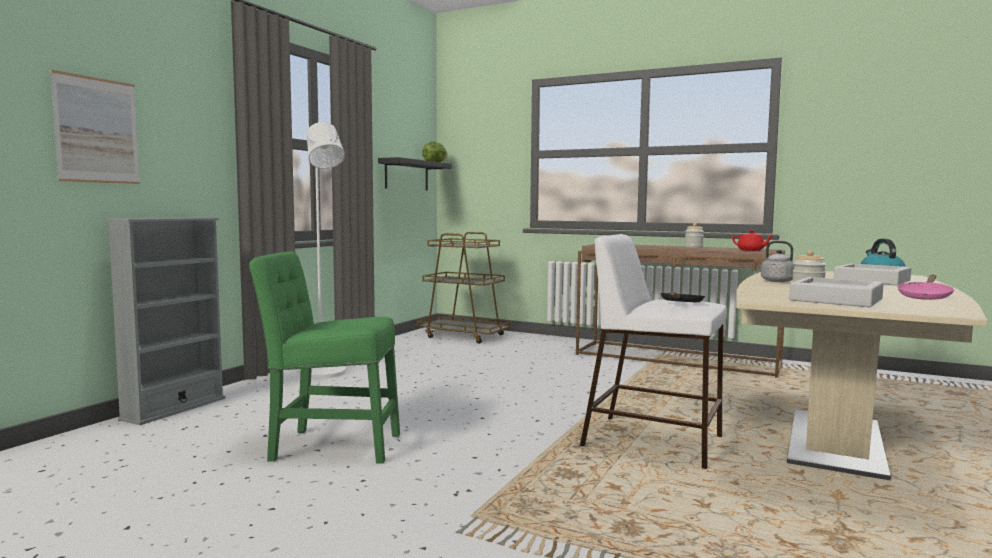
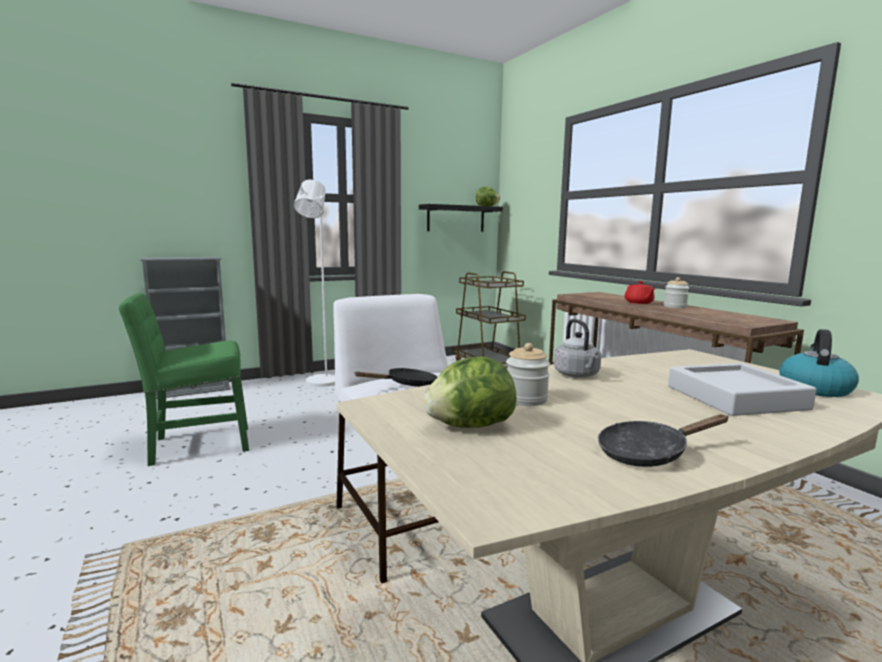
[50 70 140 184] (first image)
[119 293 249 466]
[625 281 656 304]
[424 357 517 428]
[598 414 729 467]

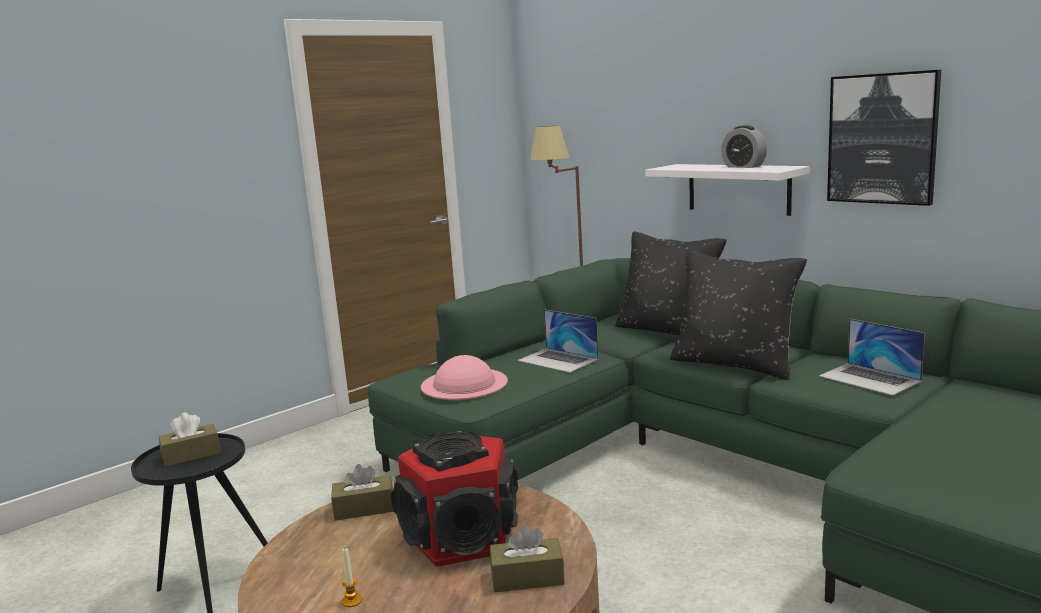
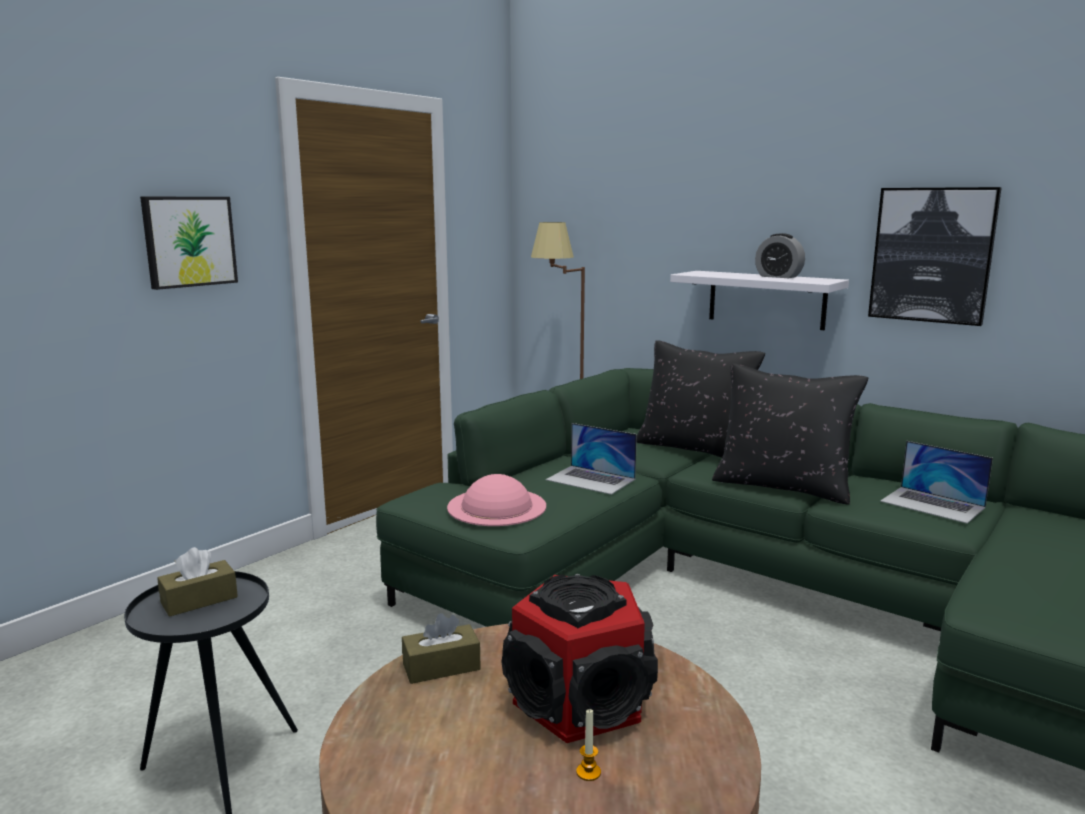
[576 708 601 781]
[490 526 565 592] (first image)
[140 197 238 290]

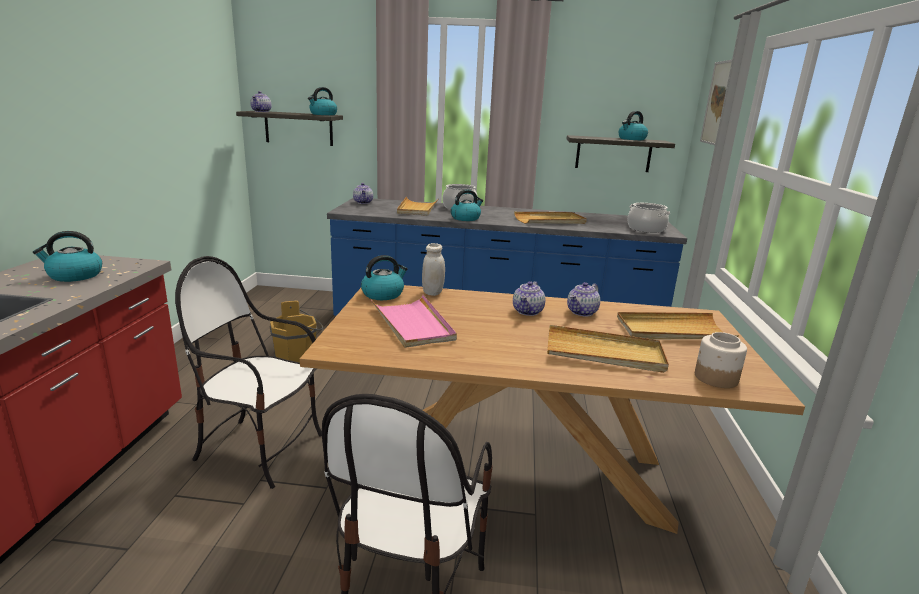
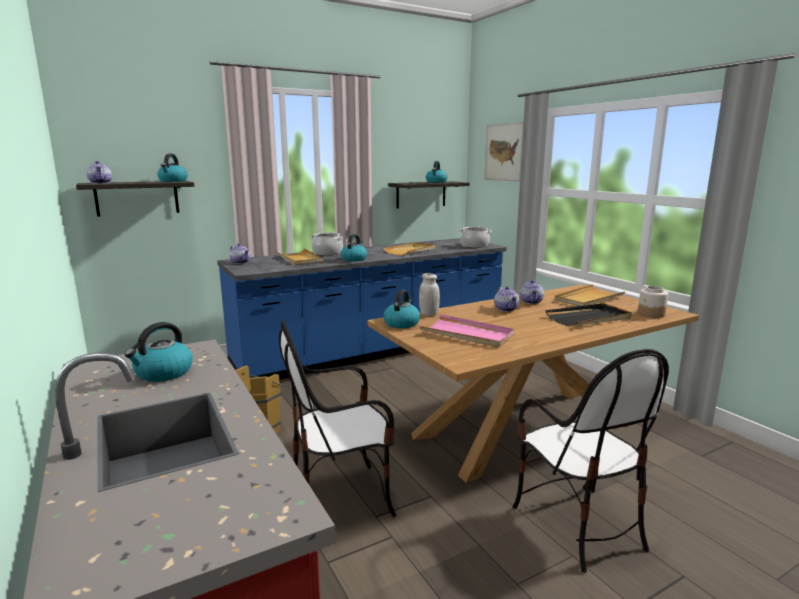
[545 303 632 326]

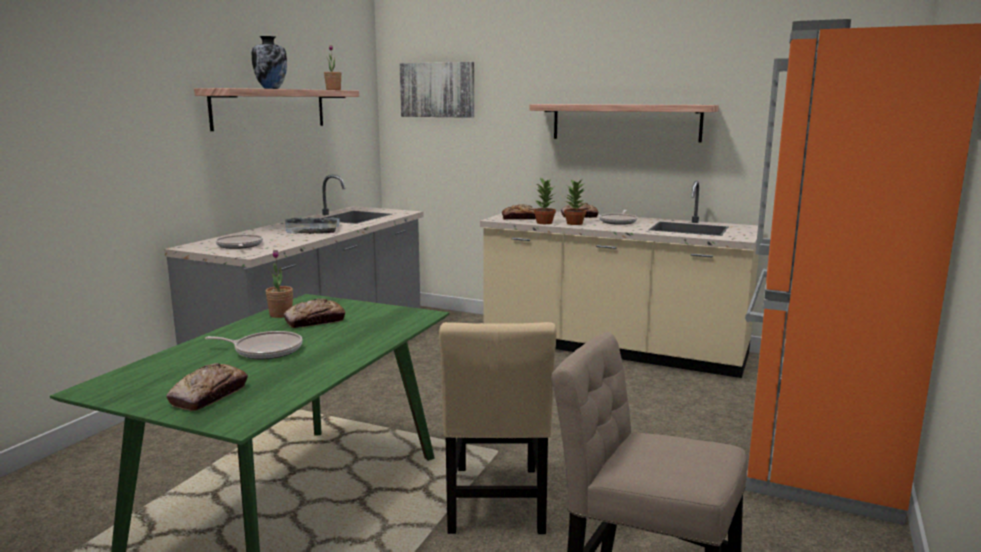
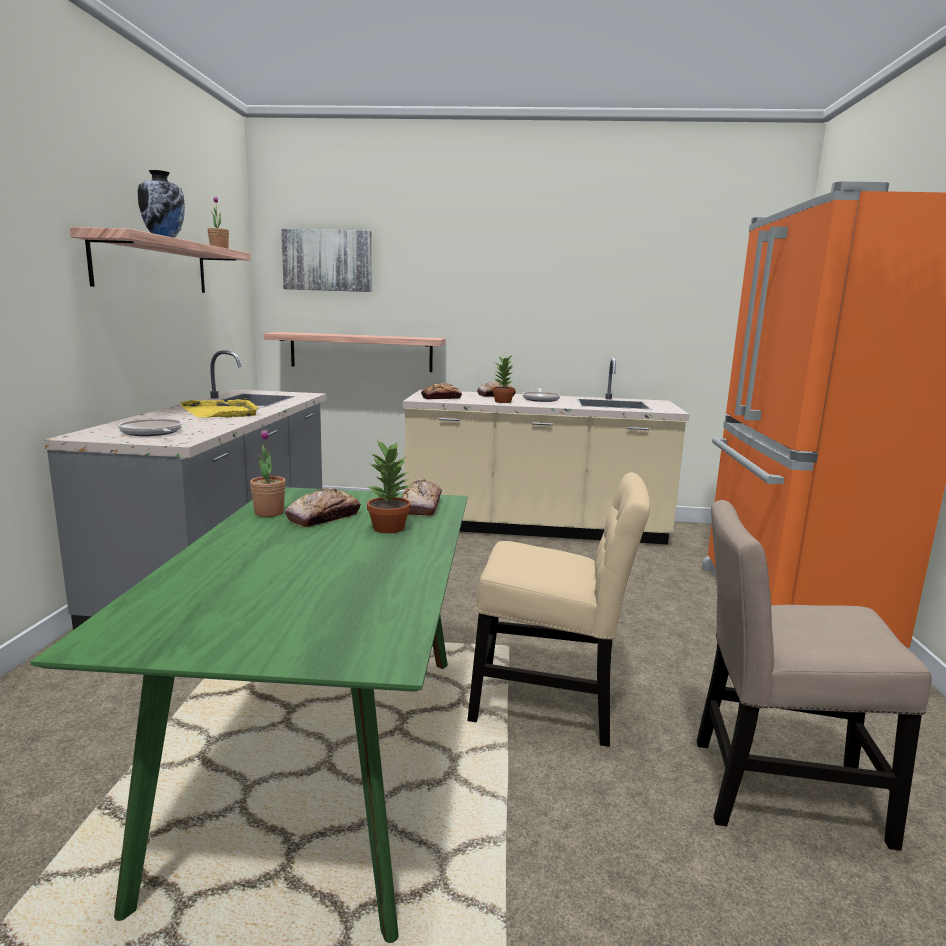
[402 479 442 516]
[205 331 303 359] (first image)
[180 398 260 418]
[467 472 650 747]
[264 332 446 372]
[367 440 411 533]

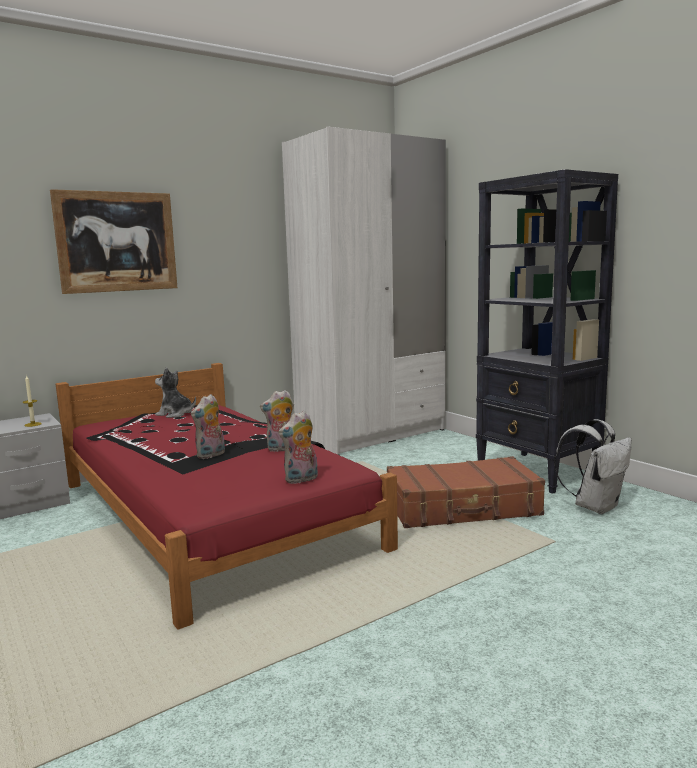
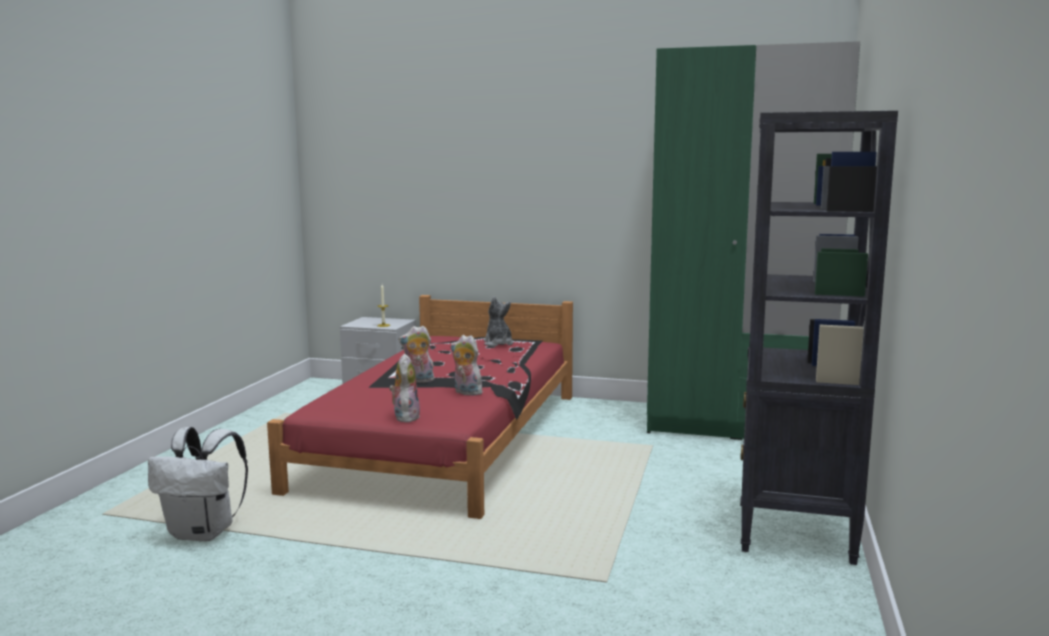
[50 189 177 294] (first image)
[389 354 420 422]
[647 41 860 440]
[387 456 545 528] (first image)
[148 427 248 541]

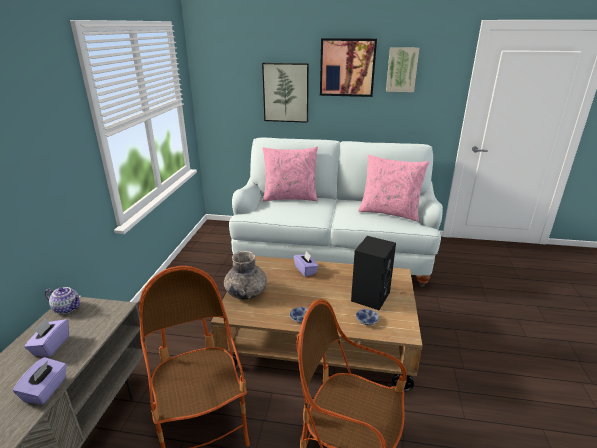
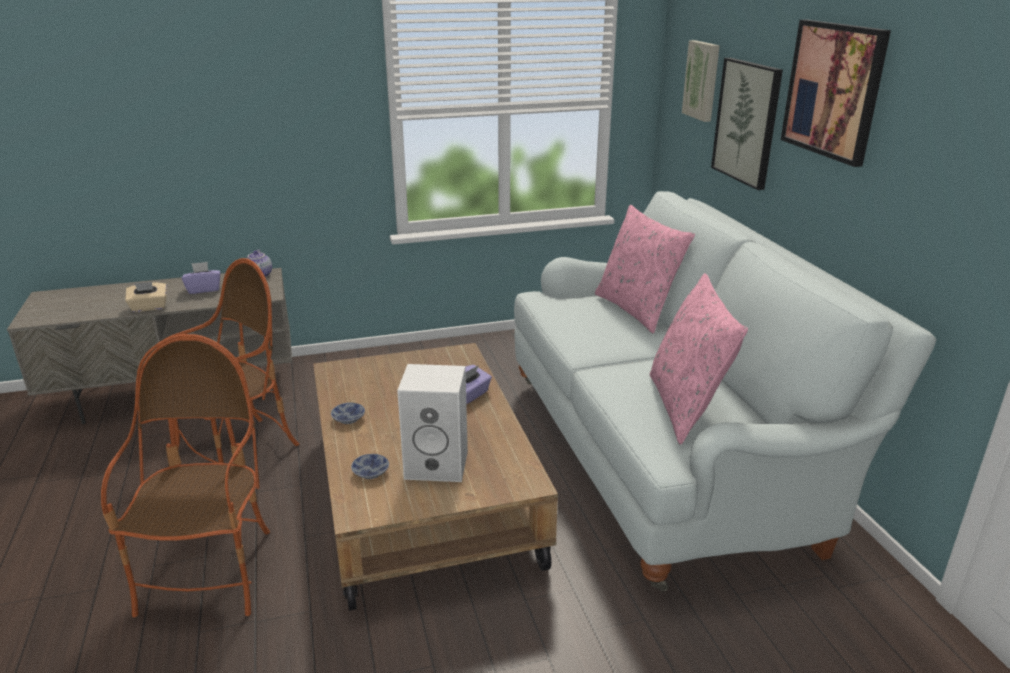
[125 282 167 312]
[224 251 267 300] (first image)
[397 364 468 482]
[682 40 720 122]

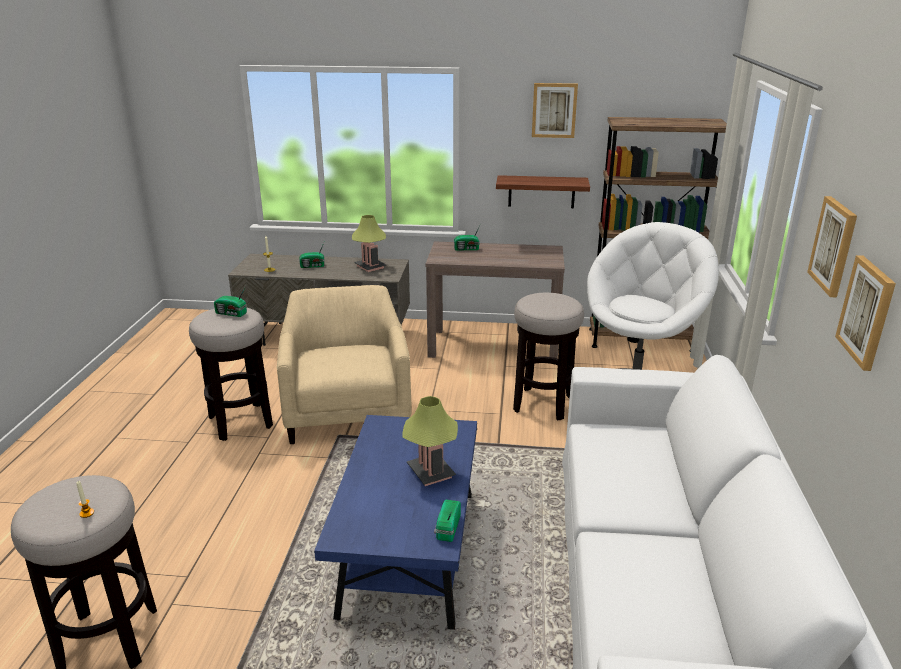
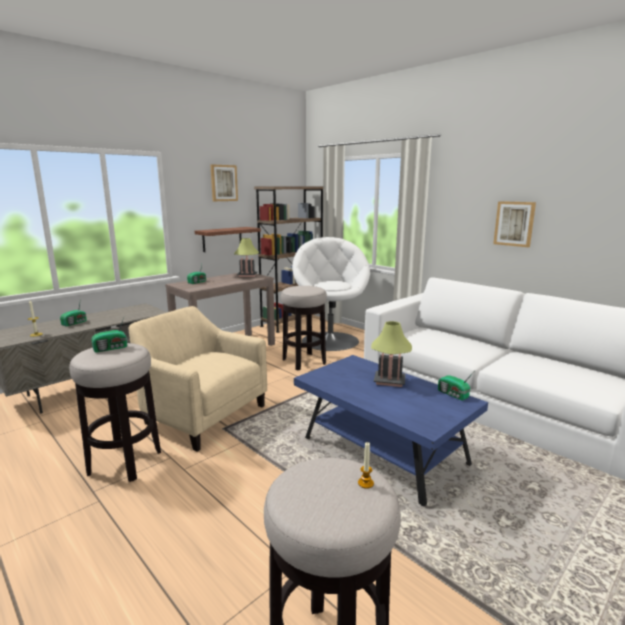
[234 238 259 277]
[807 196 857 297] (first image)

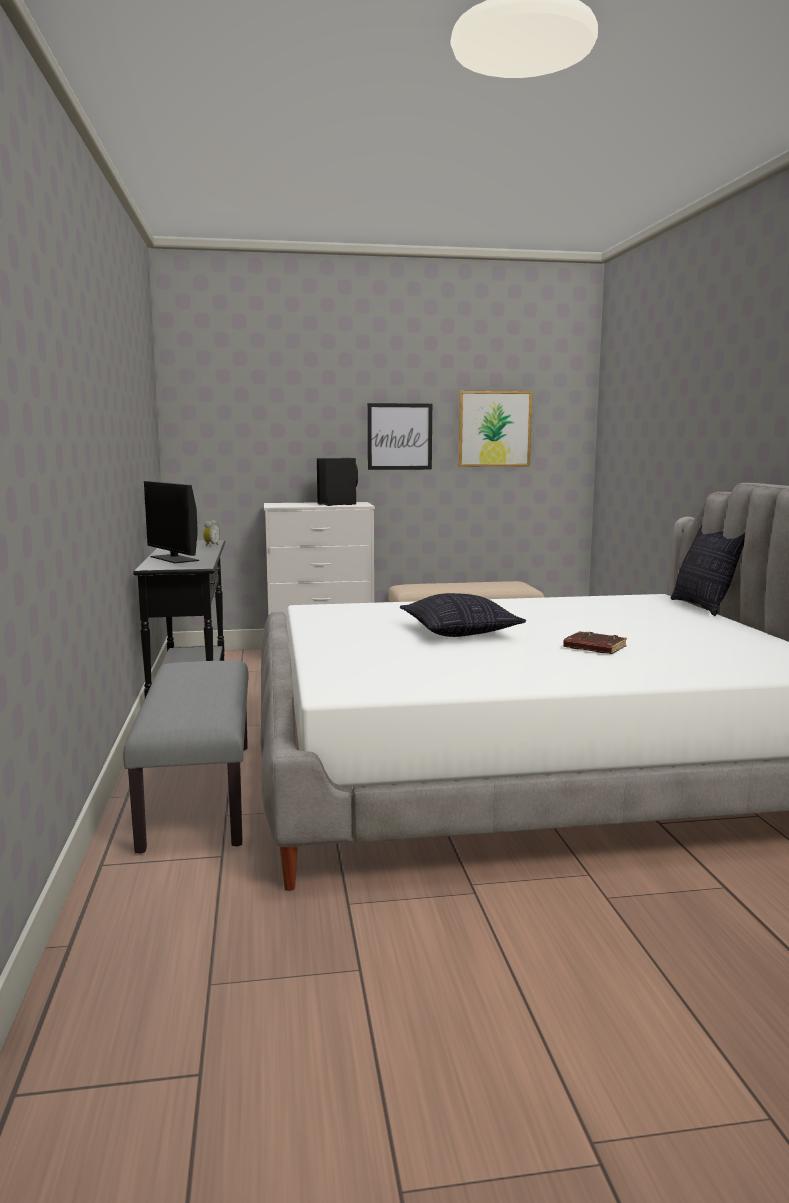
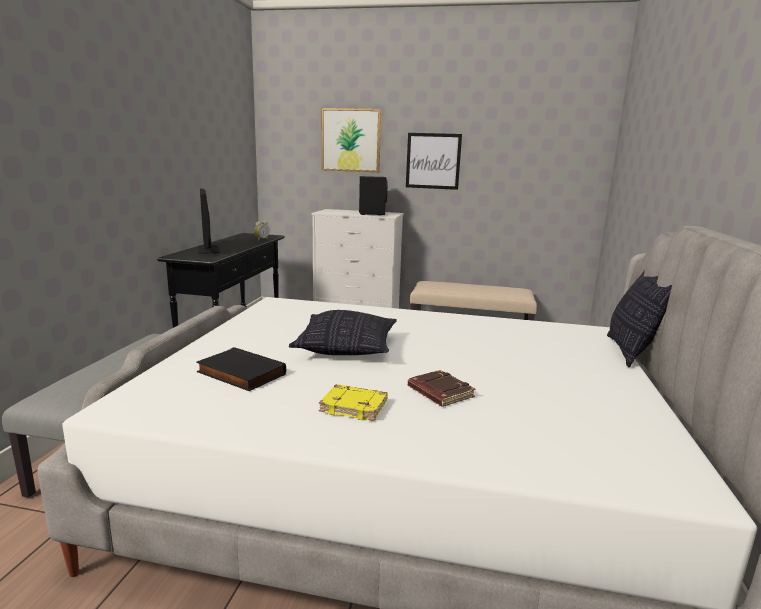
[322 108 381 172]
[196 347 286 391]
[319 384 388 421]

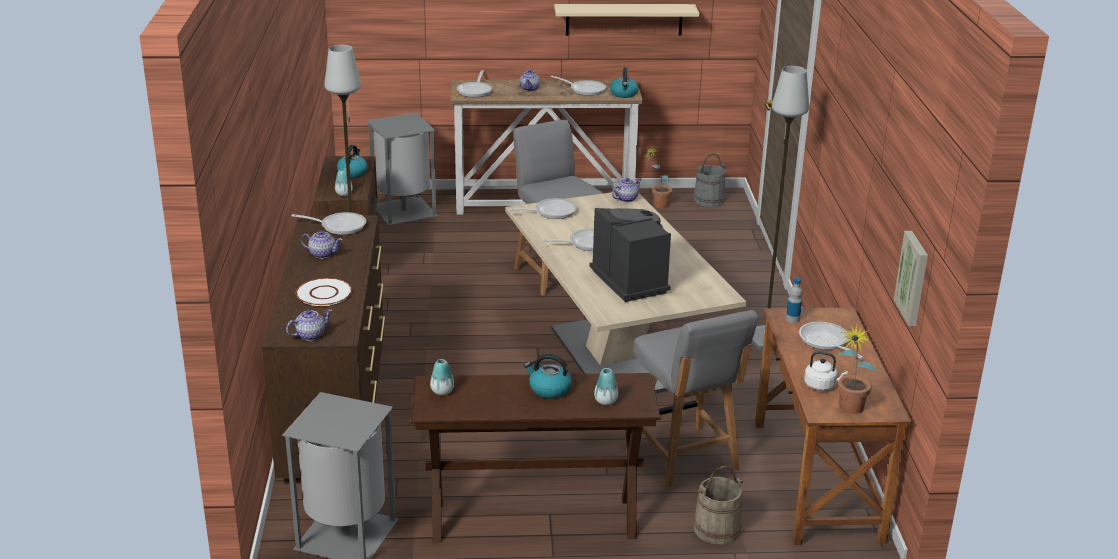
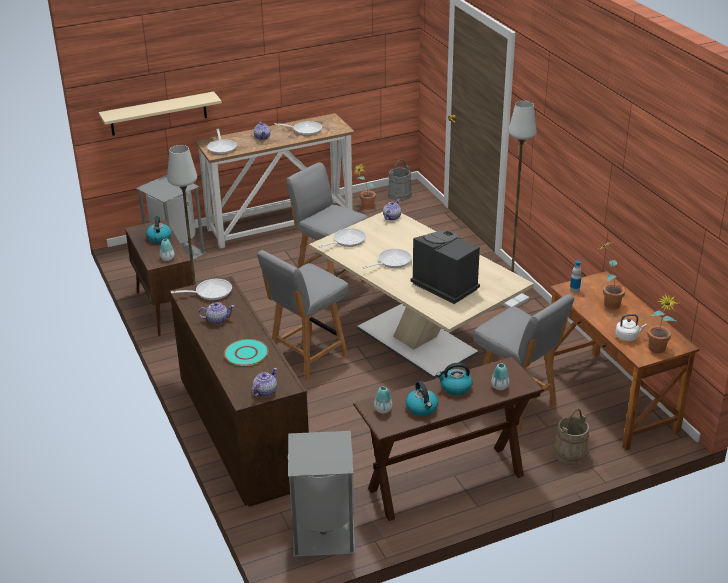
[224 339 269 366]
[99 92 222 136]
[406 381 438 416]
[600 242 625 309]
[894 231 928 326] (first image)
[257 250 349 380]

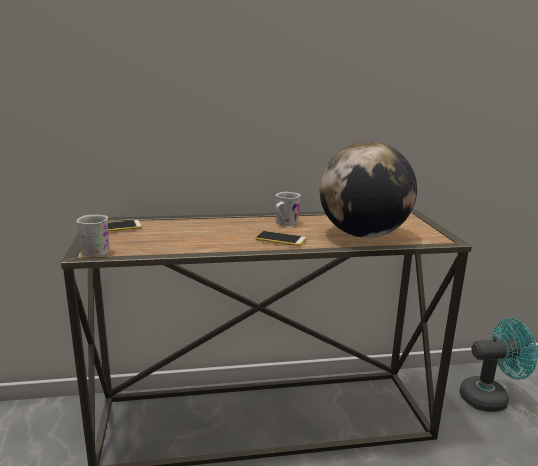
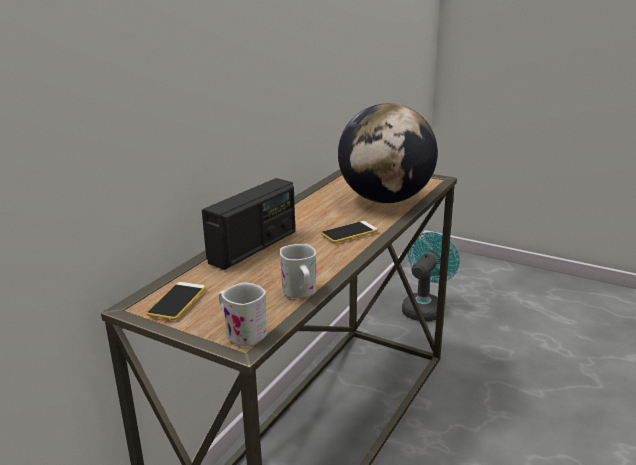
[279 244 316 298]
[202 178 295 270]

